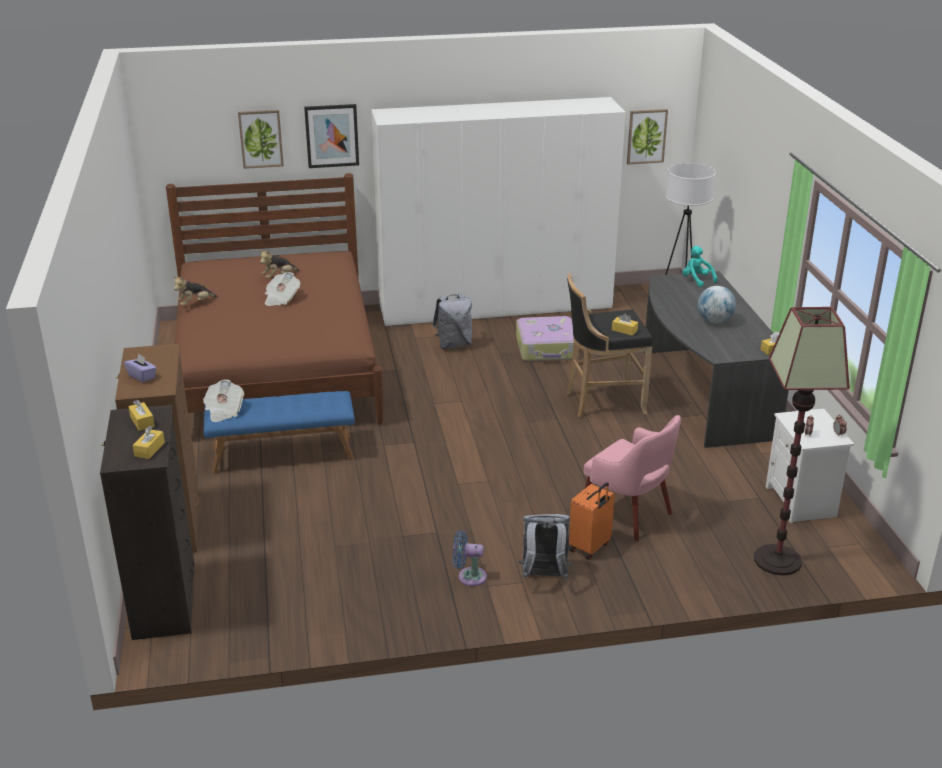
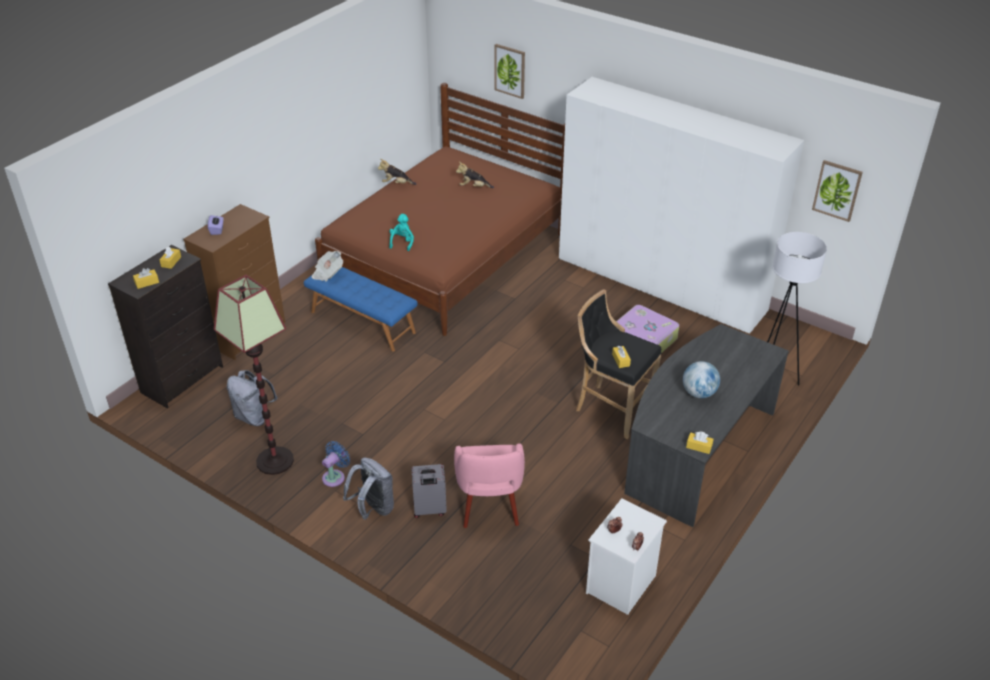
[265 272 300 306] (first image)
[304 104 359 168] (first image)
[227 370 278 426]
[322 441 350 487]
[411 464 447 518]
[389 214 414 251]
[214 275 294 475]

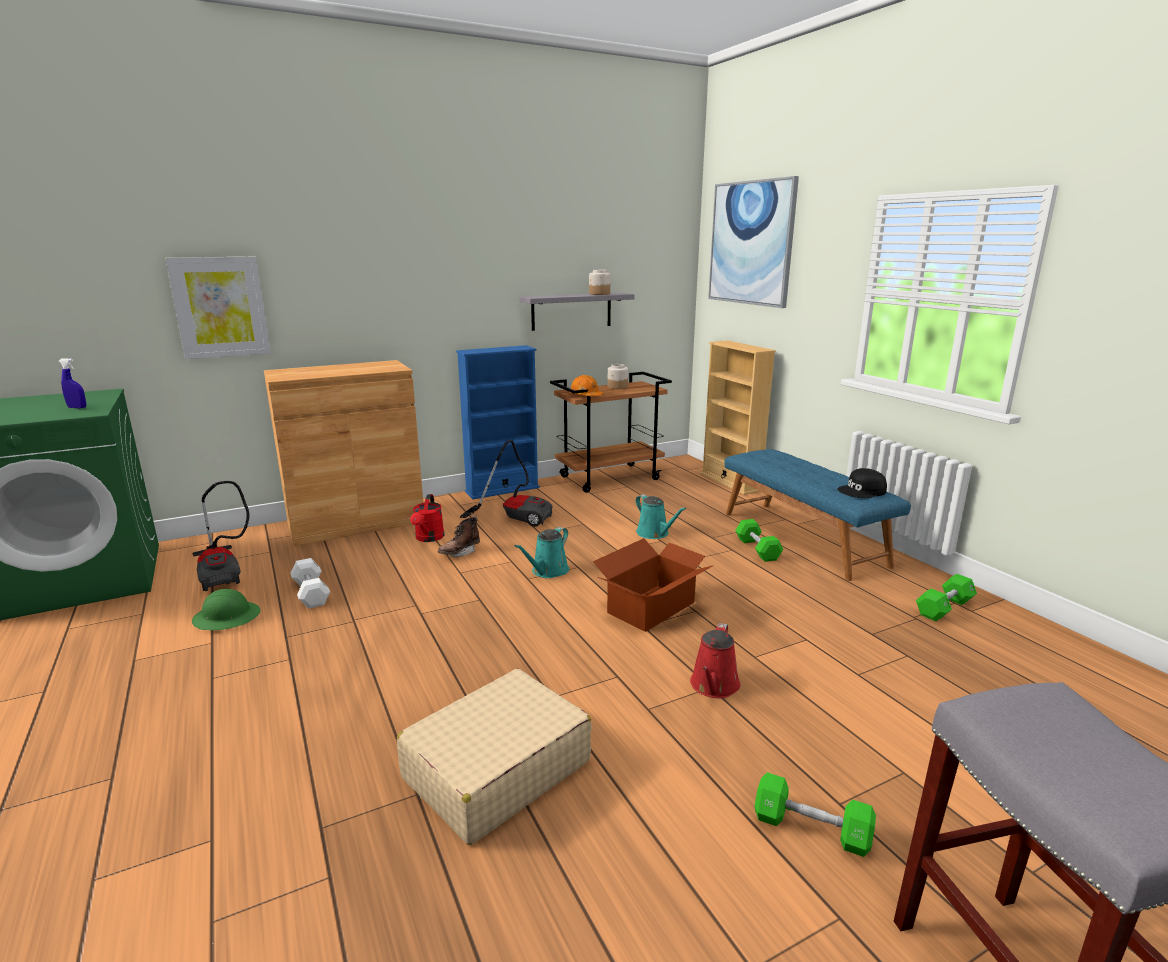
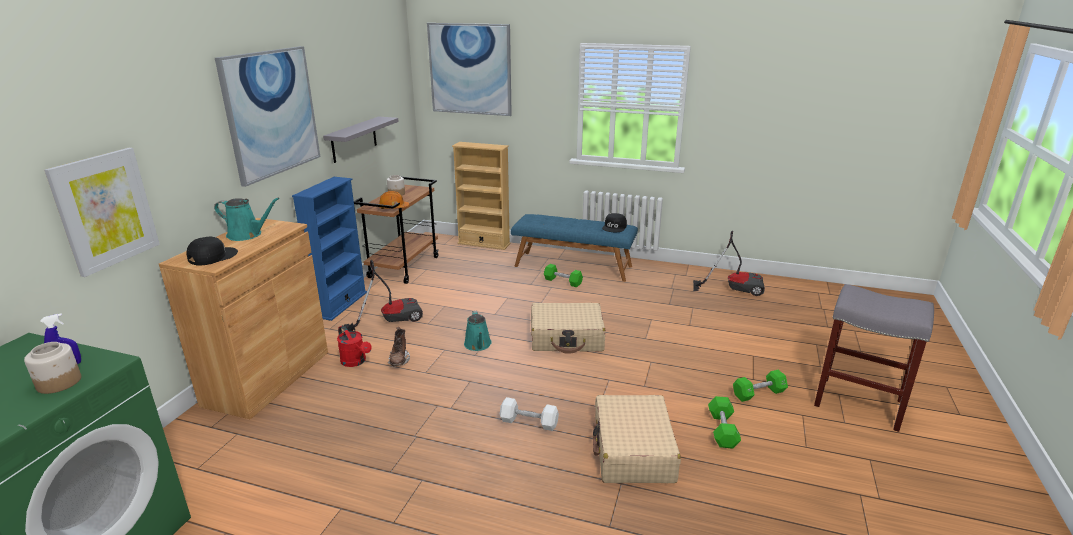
[192 589 261 630] (first image)
[693 231 765 296]
[500 397 559 431]
[24 342 81 394]
[531 303 605 354]
[214 198 279 241]
[690 623 740 698] (first image)
[708 396 741 449]
[187 237 238 266]
[215 46 320 187]

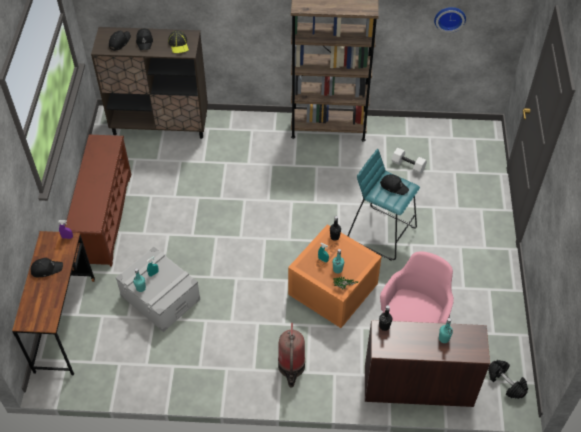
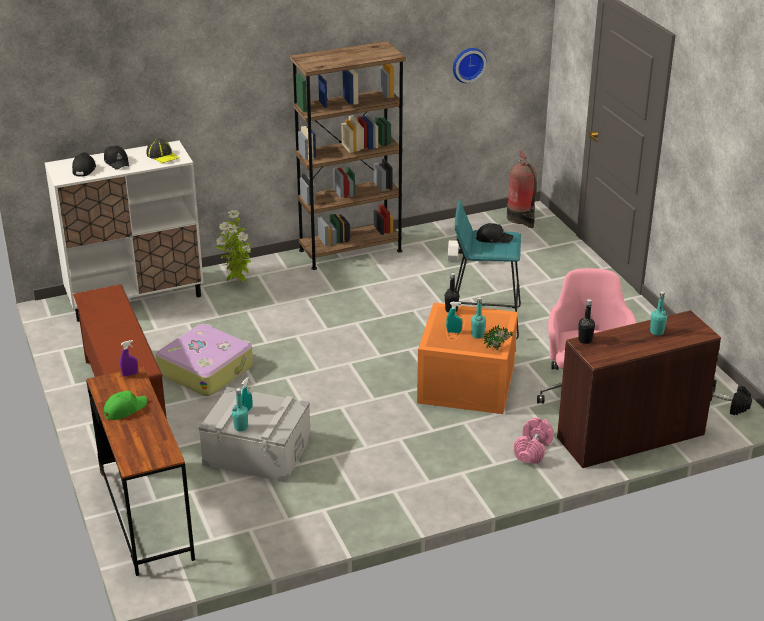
[104 391 147 420]
[45 141 204 322]
[507 151 537 228]
[156 324 253 396]
[216 210 251 282]
[514 418 554 464]

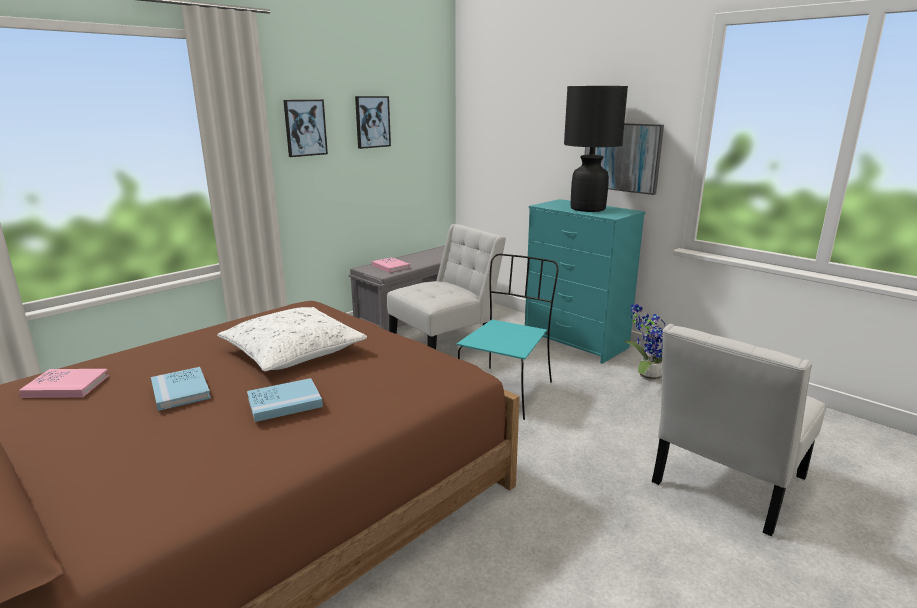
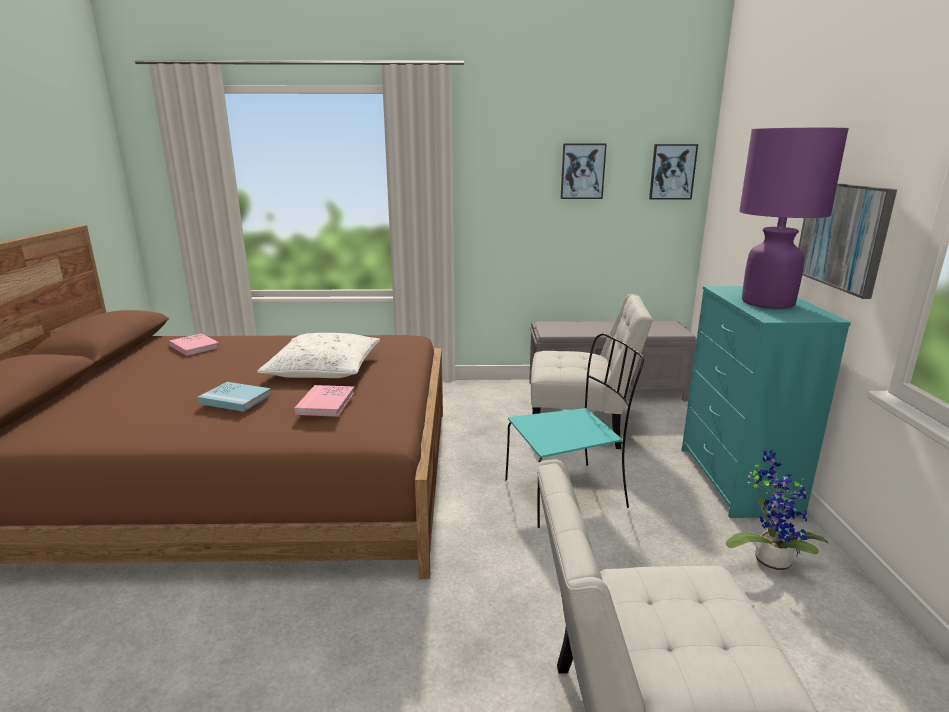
[151 367 211 411] (first image)
[649 144 698 199]
[295 385 355 417]
[739 128 849 309]

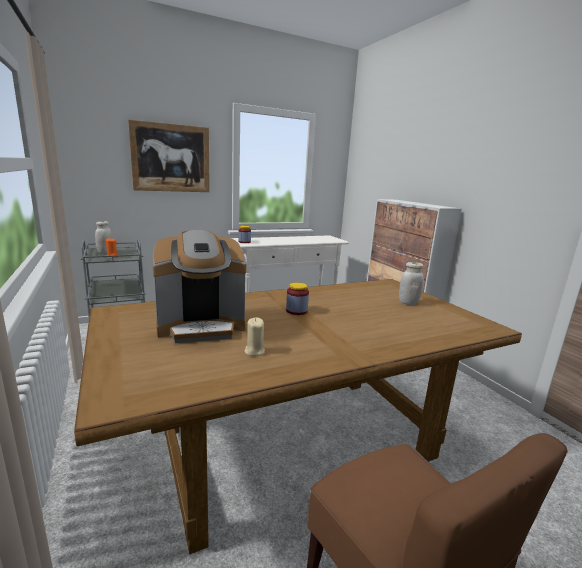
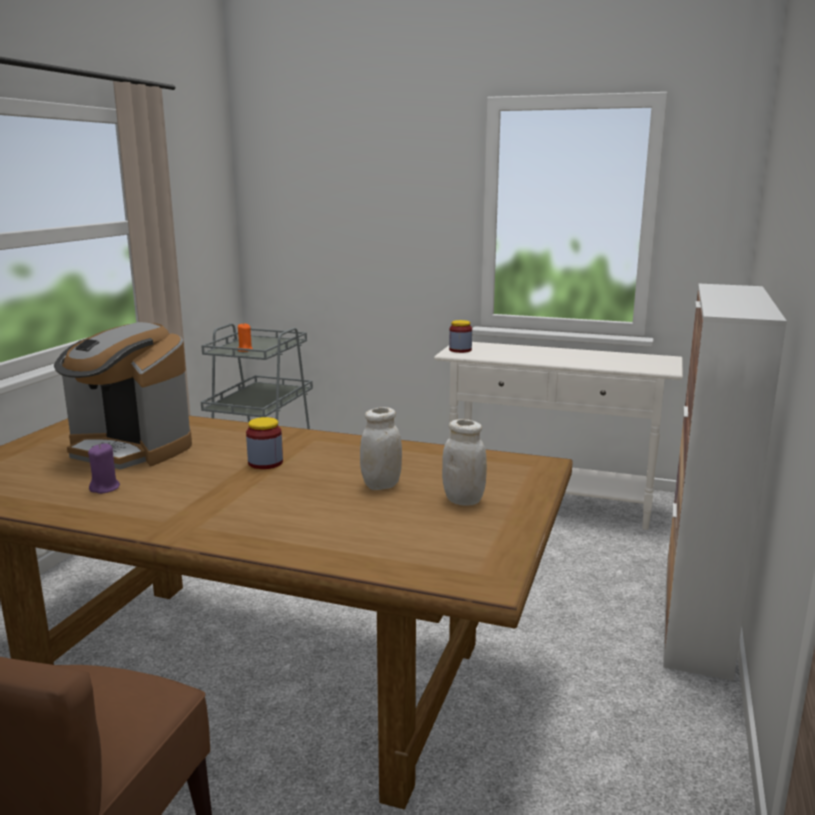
[360 407 402 490]
[128 119 210 192] (first image)
[88 444 120 494]

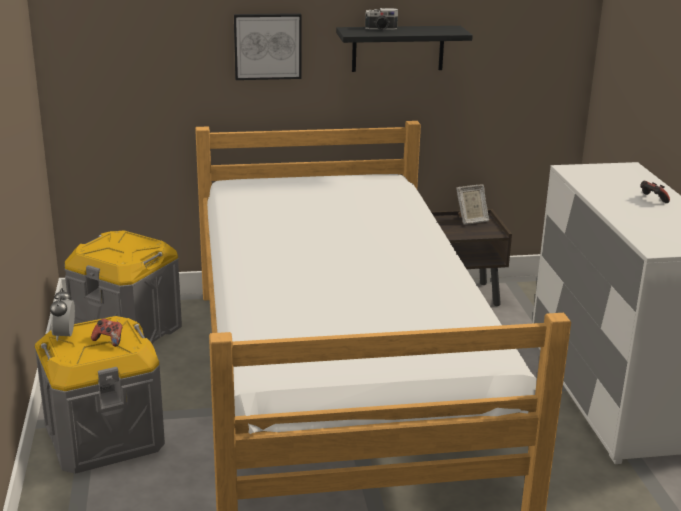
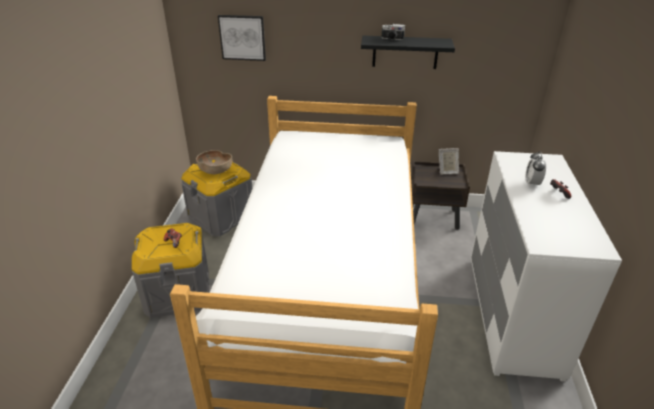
[525 151 546 187]
[218 15 266 61]
[196 150 232 174]

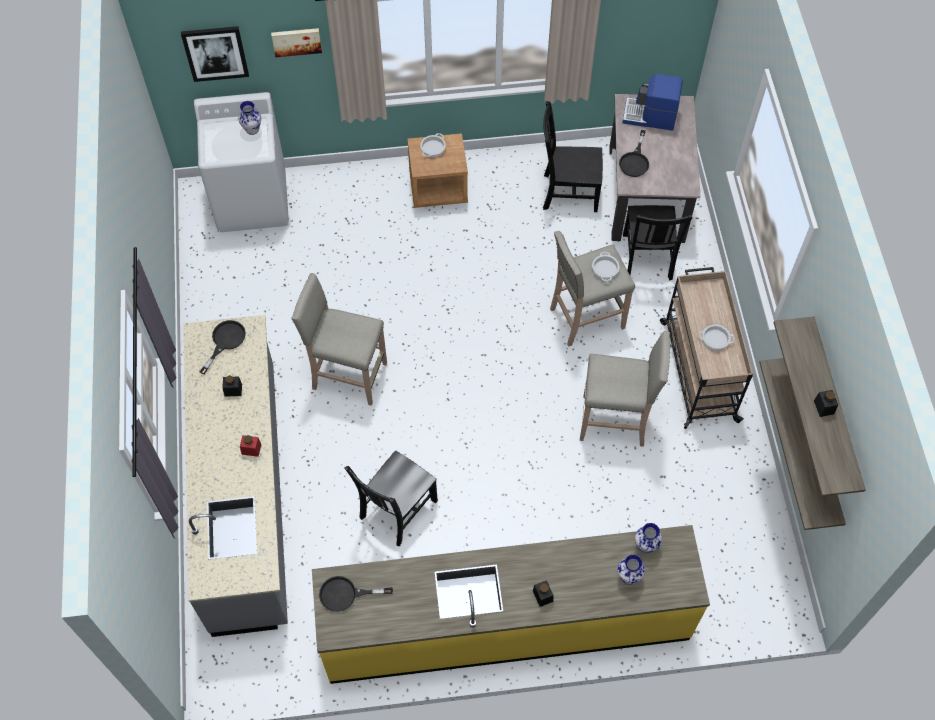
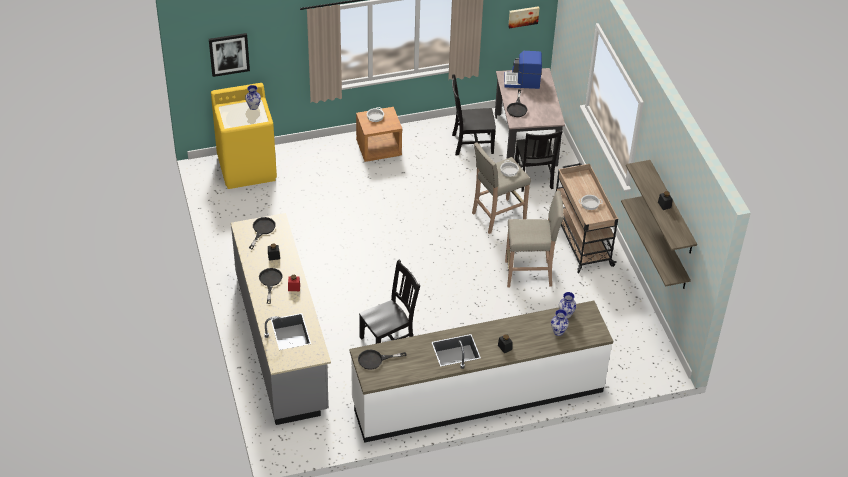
[211 83 277 189]
[508 6 539 28]
[291 273 387 406] (first image)
[350 301 613 443]
[359 260 420 344]
[259 268 283 304]

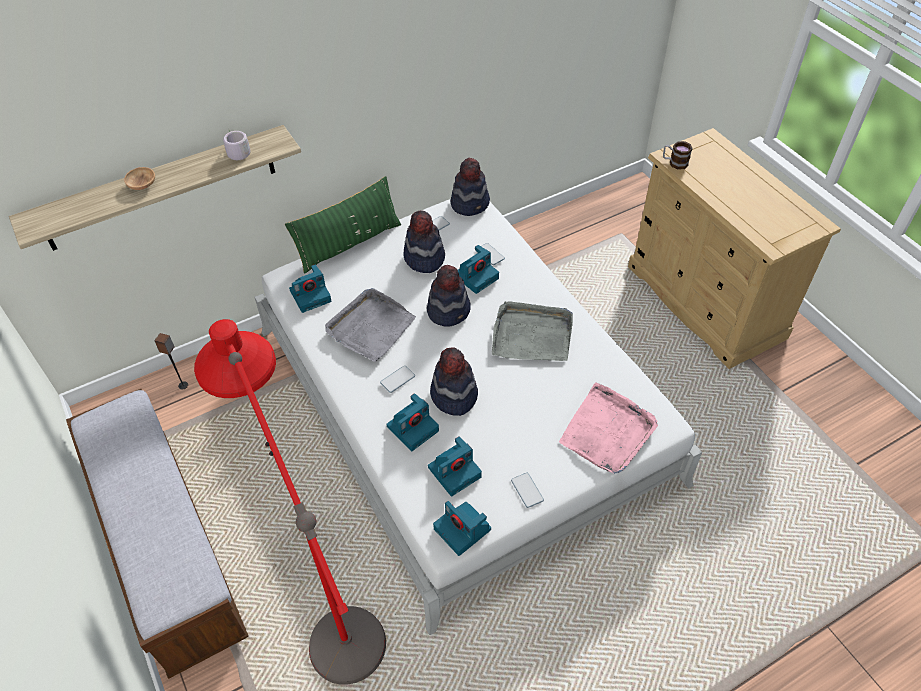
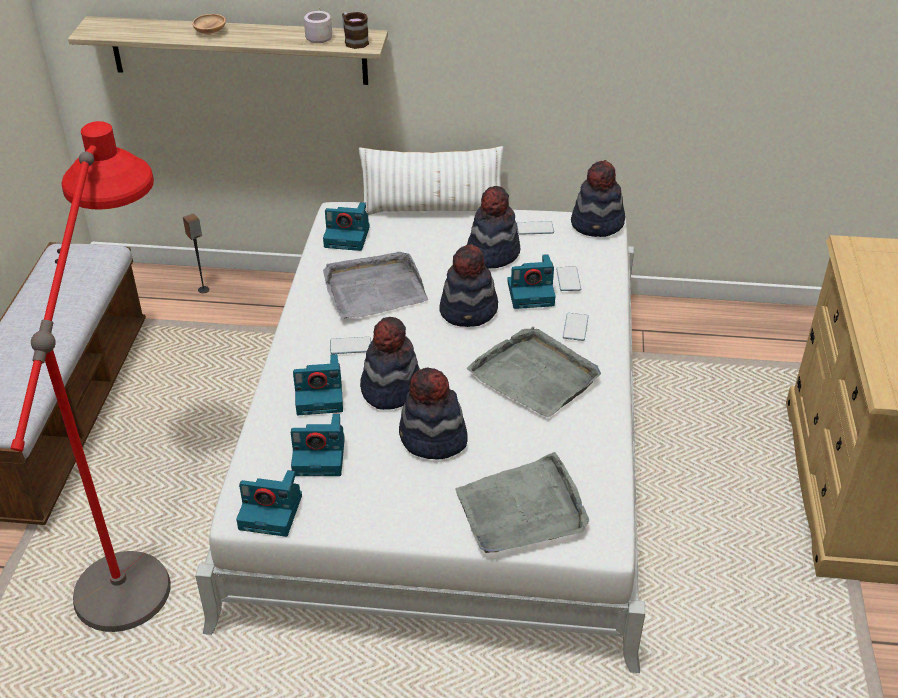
[359 146 503 215]
[236 470 302 537]
[563 313 589 341]
[455 452 589 553]
[342 12 369 49]
[399 367 468 459]

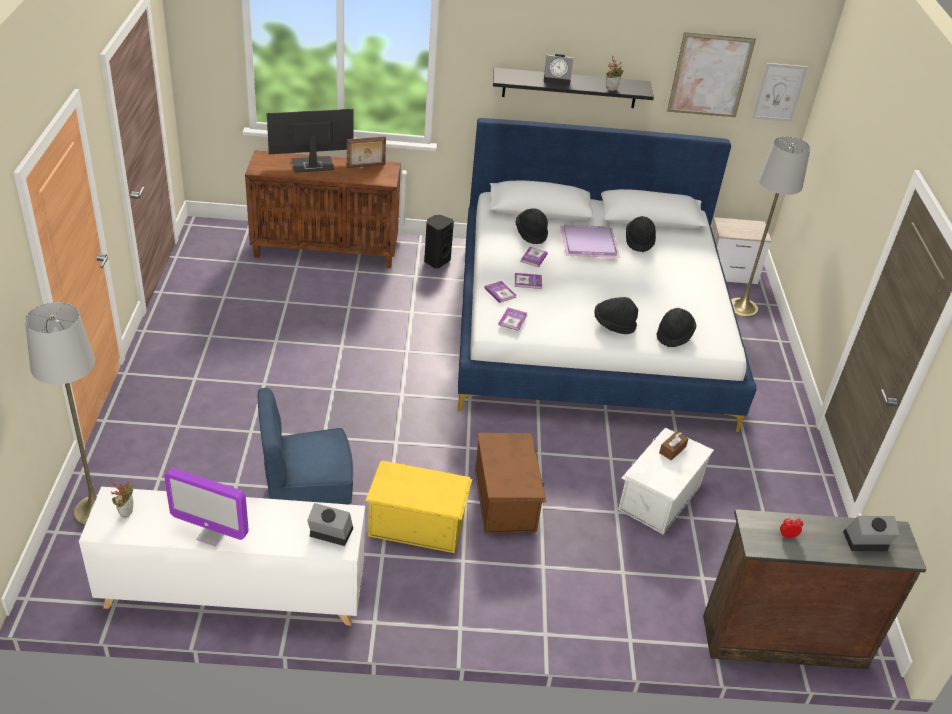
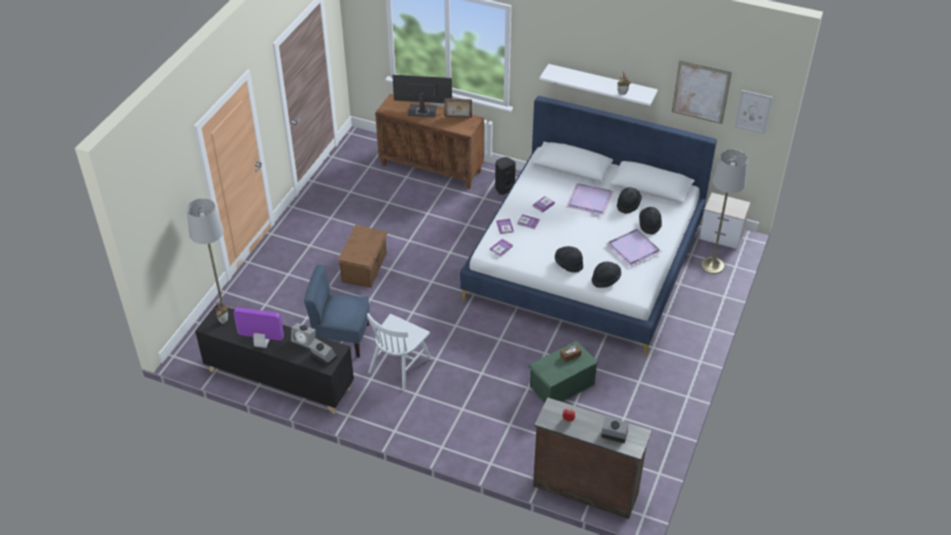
[195 304 354 414]
[234 307 284 348]
[367 313 432 390]
[338 225 388 288]
[539 64 658 106]
[639 207 662 234]
[291 323 316 352]
[528 340 599 403]
[606 229 662 267]

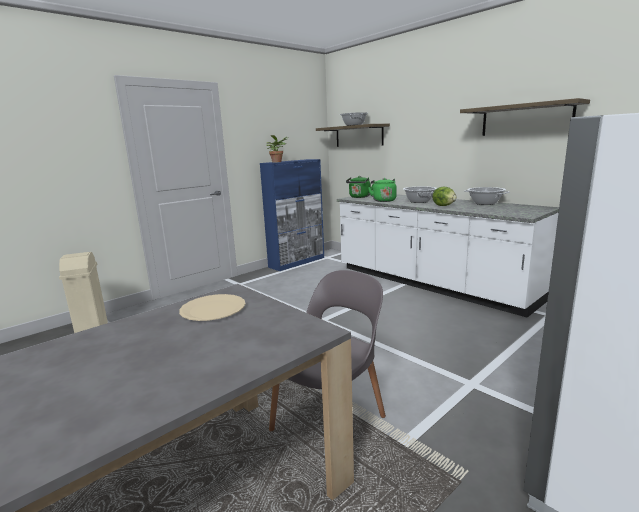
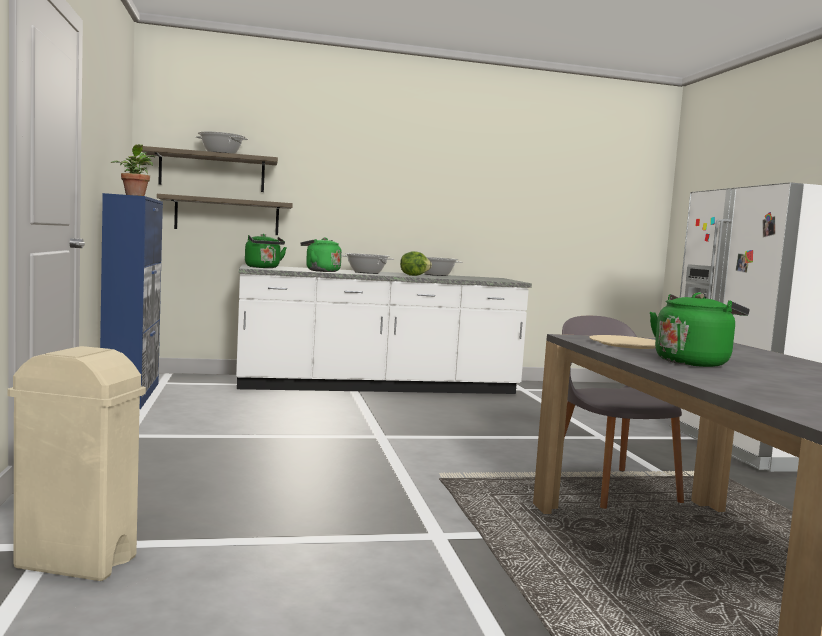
[157 194 293 235]
[650 293 749 367]

